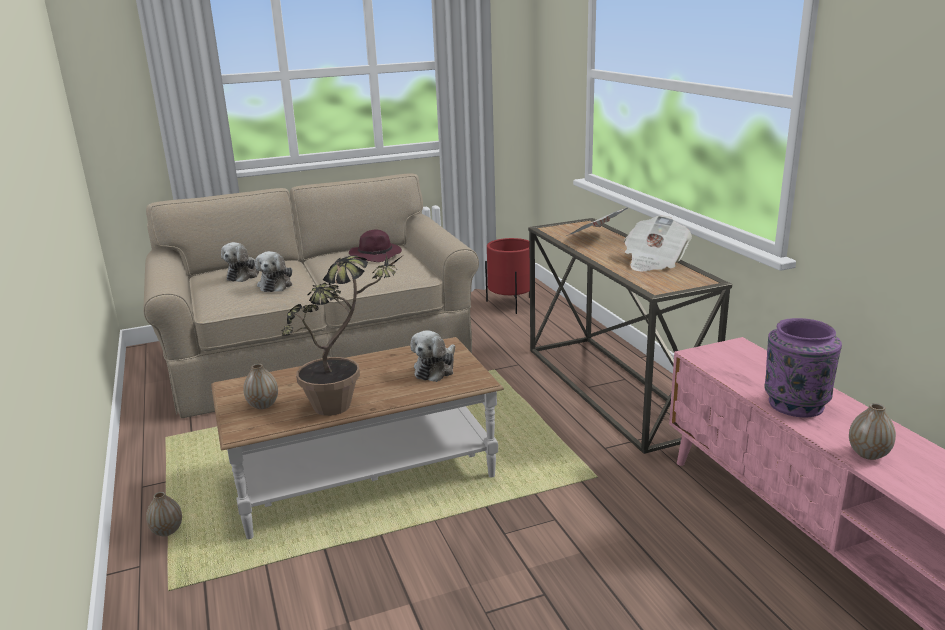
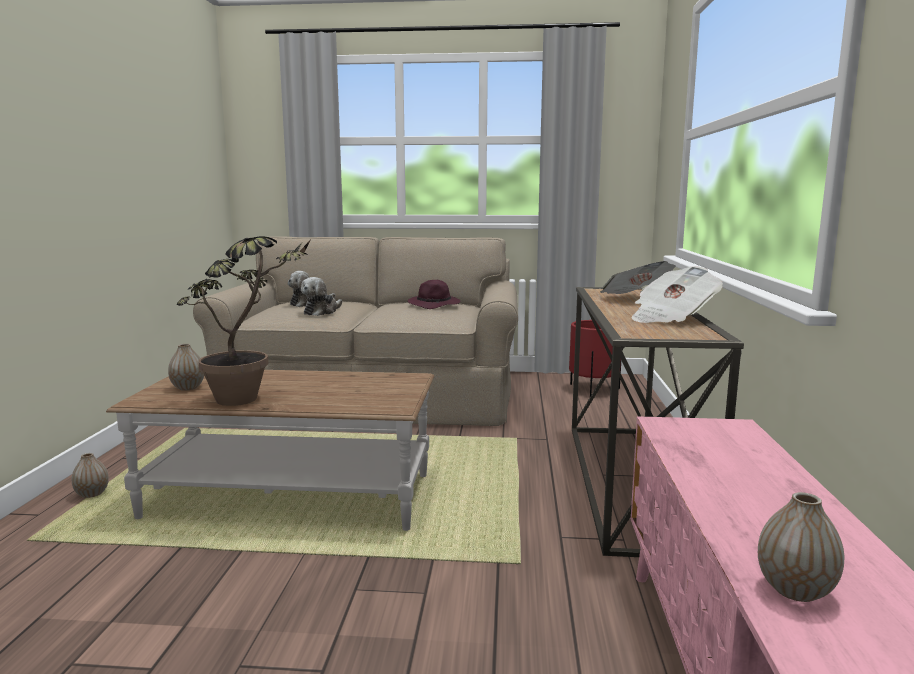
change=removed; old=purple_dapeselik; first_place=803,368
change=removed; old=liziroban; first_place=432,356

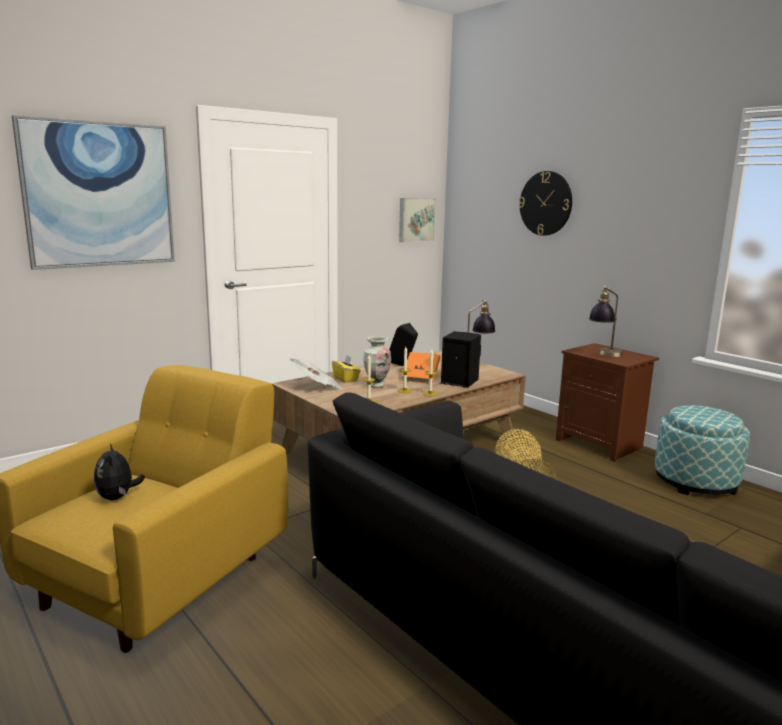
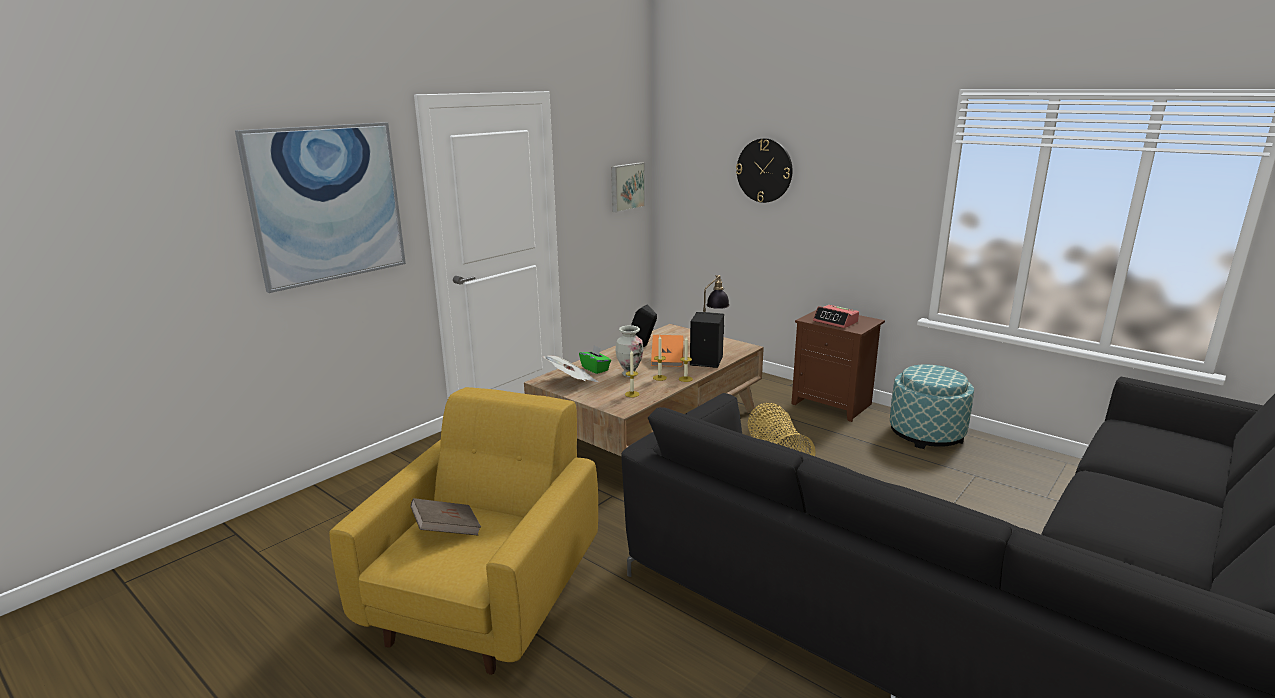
change=replaced; old=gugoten; new=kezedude; first_place=606,321; second_place=836,316
change=recoloured; old=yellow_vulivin; new=green_vulivin; first_place=346,369; second_place=595,359
change=replaced; old=liziroban; new=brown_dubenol; first_place=119,471; second_place=445,516

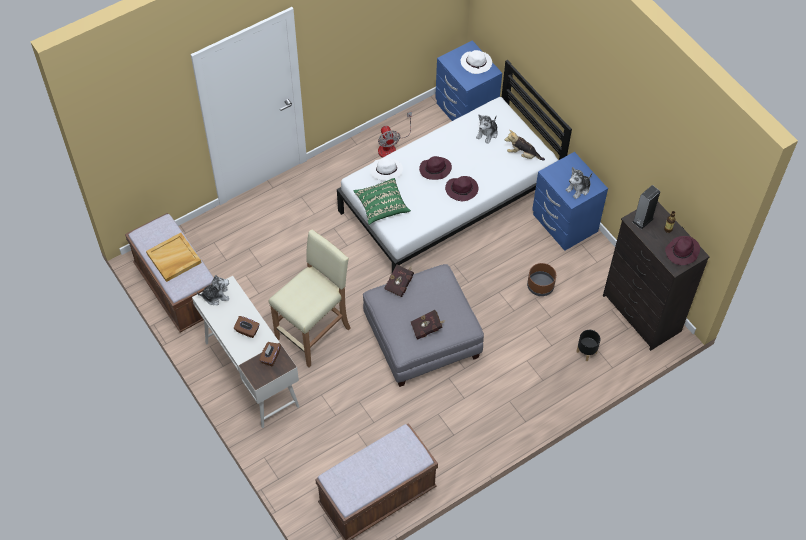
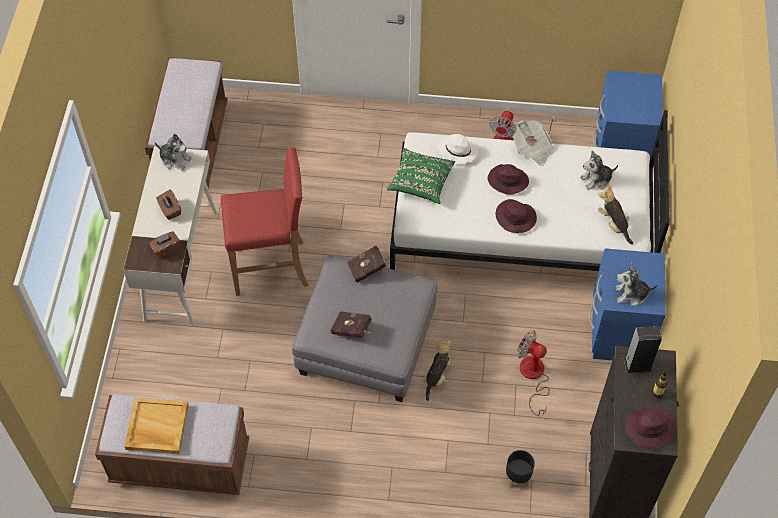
change=removed; old=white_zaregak; first_place=476,62
change=recoloured; old=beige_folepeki; new=red_folepeki; first_place=309,298; second_place=265,221
change=moved; old=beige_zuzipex; first_place=174,257; second_place=156,425
change=replaced; old=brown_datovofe; new=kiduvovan; first_place=541,279; second_place=533,373
change=added; new=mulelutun; second_place=533,143
change=added; new=liziroban; second_place=439,370

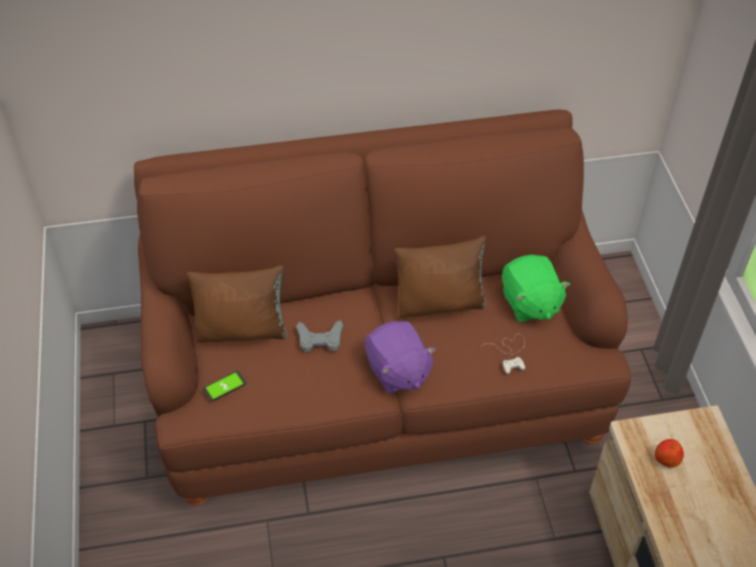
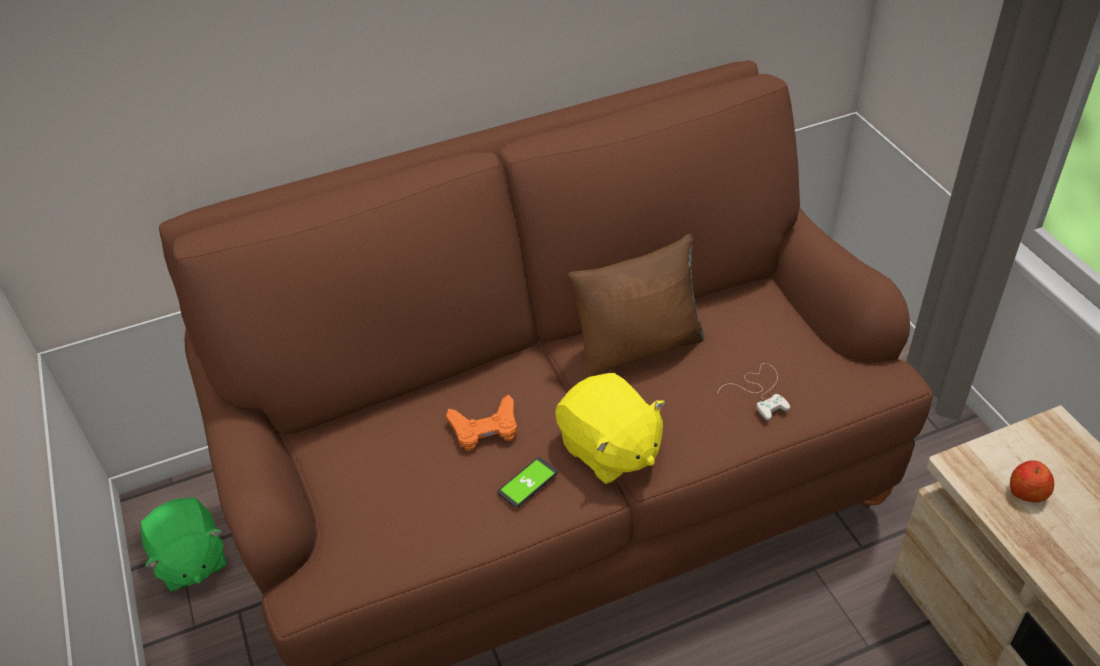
change=moved; old=green_liziroban; first_place=536,288; second_place=184,544
change=removed; old=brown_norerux; first_place=237,304
change=recoloured; old=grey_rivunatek; new=orange_rivunatek; first_place=319,336; second_place=482,423
change=recoloured; old=purple_liziroban; new=yellow_liziroban; first_place=400,357; second_place=610,428
change=moved; old=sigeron; first_place=224,386; second_place=527,482

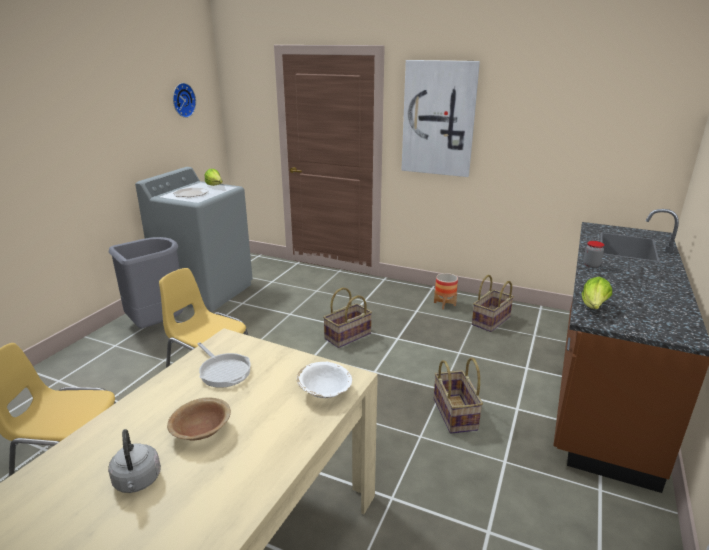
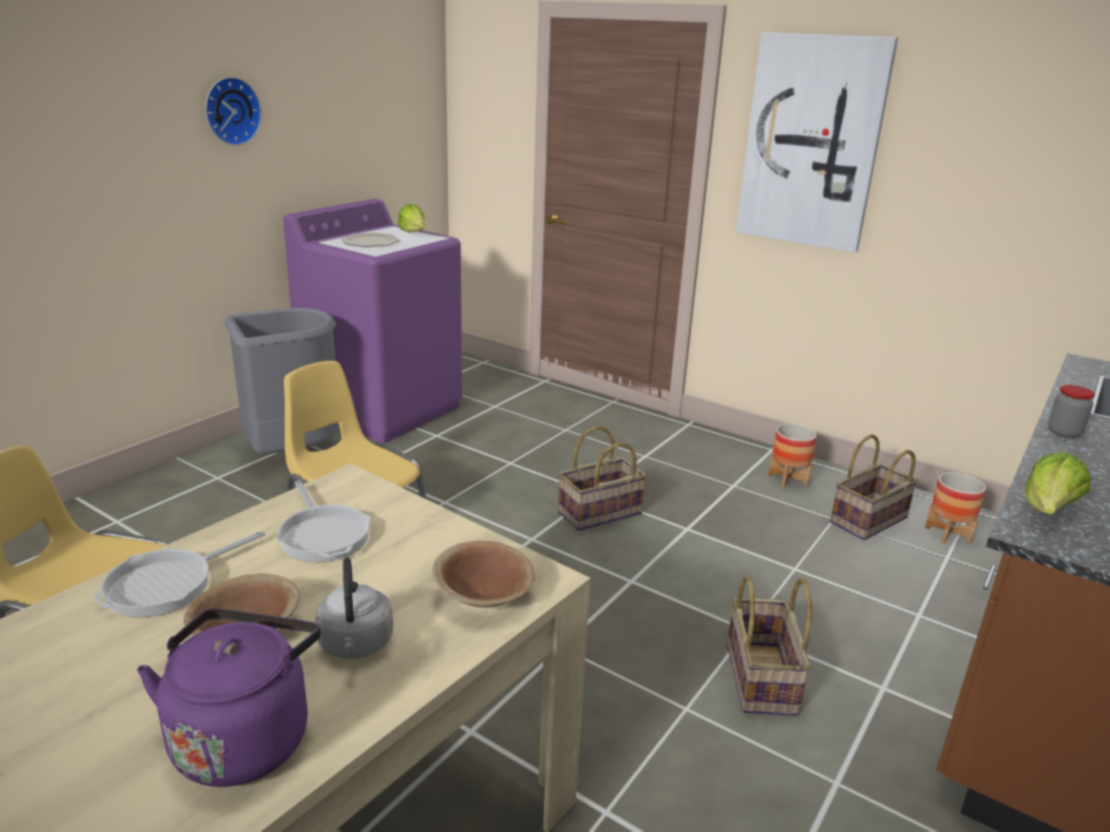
change=moved; old=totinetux; first_place=184,100; second_place=233,111
change=recoloured; old=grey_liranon; new=purple_liranon; first_place=194,239; second_place=372,321
change=recoloured; old=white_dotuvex; new=brown_dotuvex; first_place=324,380; second_place=484,574
change=moved; old=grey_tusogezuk; first_place=134,461; second_place=354,608
change=added; new=datovofe; second_place=955,508
change=added; new=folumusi; second_place=179,574
change=added; new=purple_tusogezuk; second_place=229,697

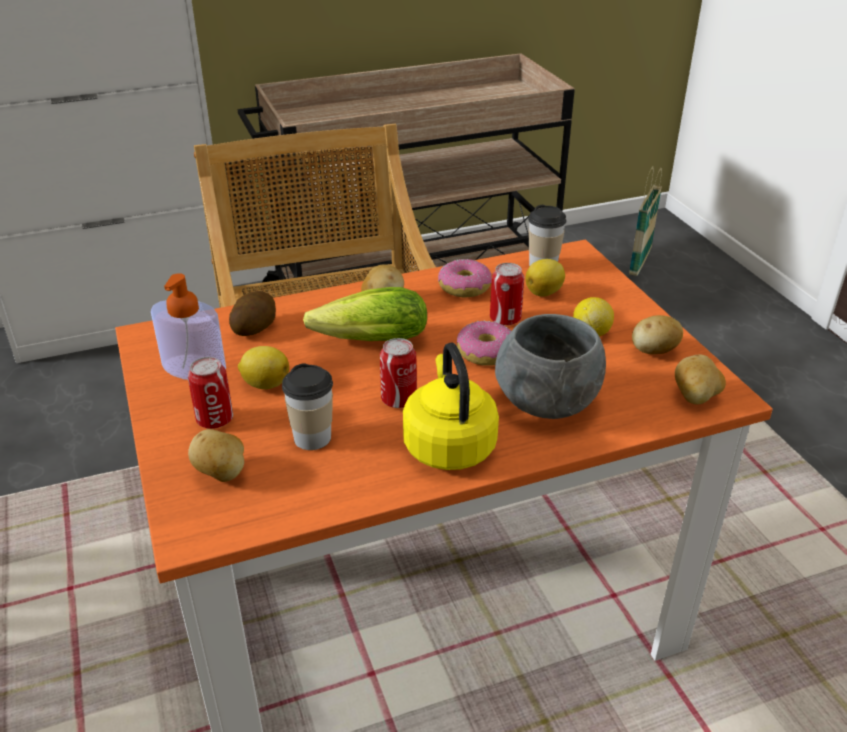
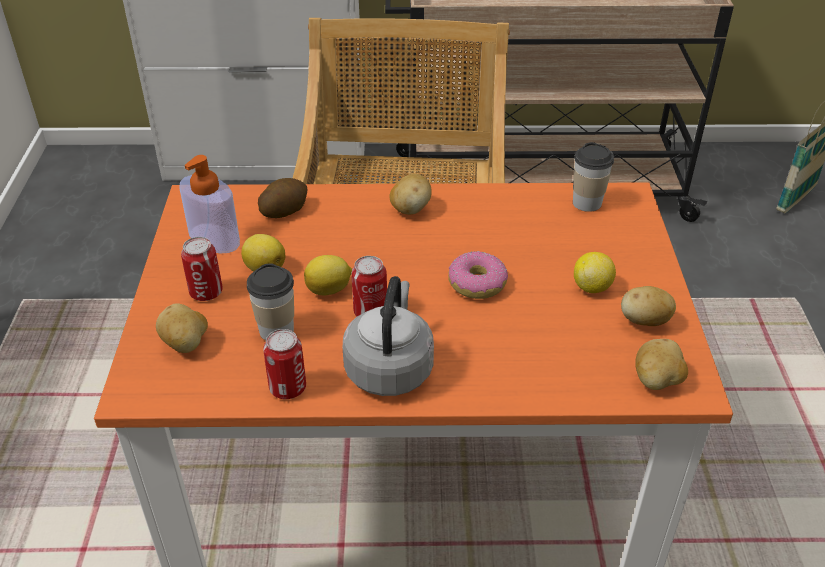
change=removed; old=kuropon; first_place=465,278
change=moved; old=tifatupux; first_place=545,278; second_place=328,275
change=moved; old=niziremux; first_place=507,294; second_place=284,364
change=removed; old=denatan; first_place=365,314
change=removed; old=grey_dotuvex; first_place=550,366
change=recoloured; old=yellow_tusogezuk; new=grey_tusogezuk; first_place=451,406; second_place=388,336

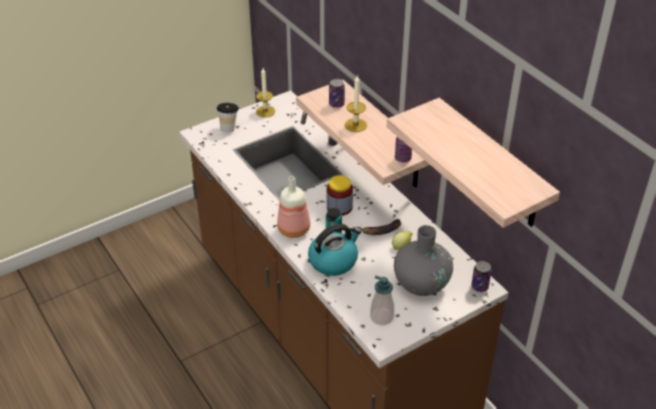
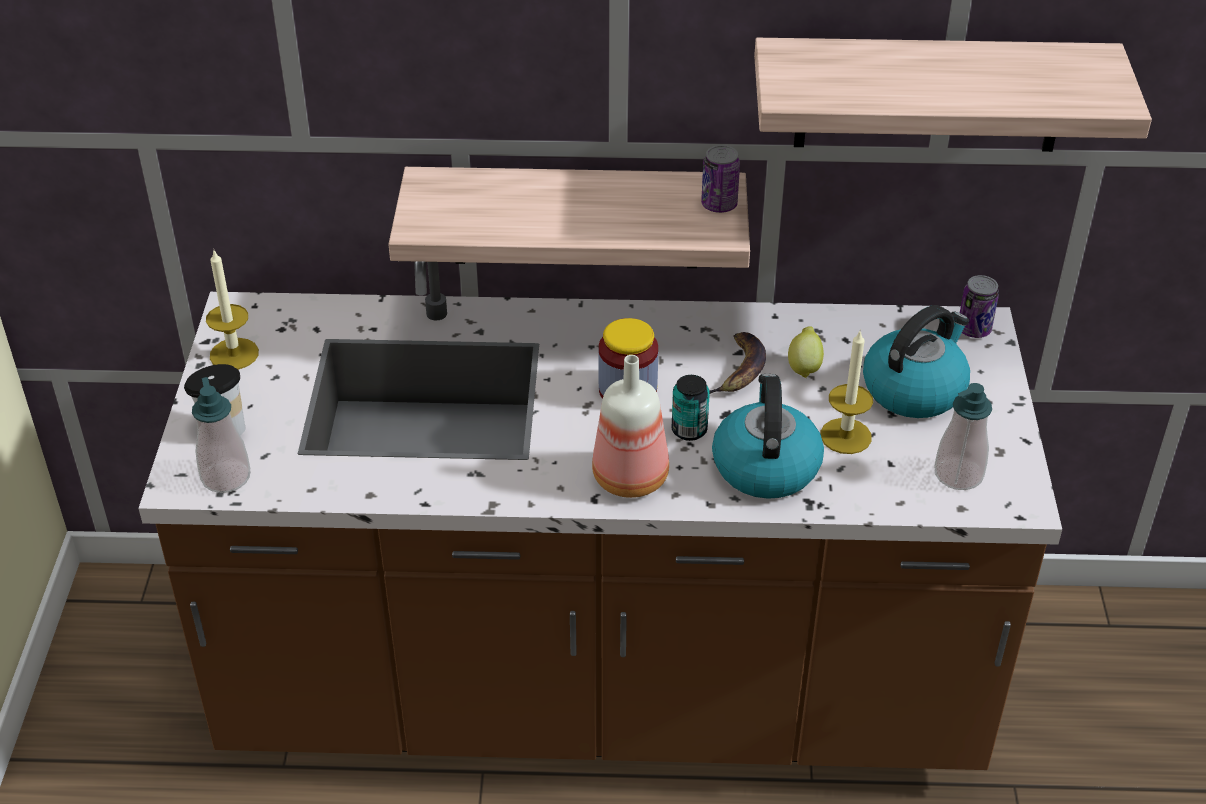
change=moved; old=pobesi; first_place=356,104; second_place=846,391
change=removed; old=niziremux; first_place=337,93
change=replaced; old=grey_dapeselik; new=tusogezuk; first_place=423,260; second_place=916,361
change=added; new=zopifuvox; second_place=221,435

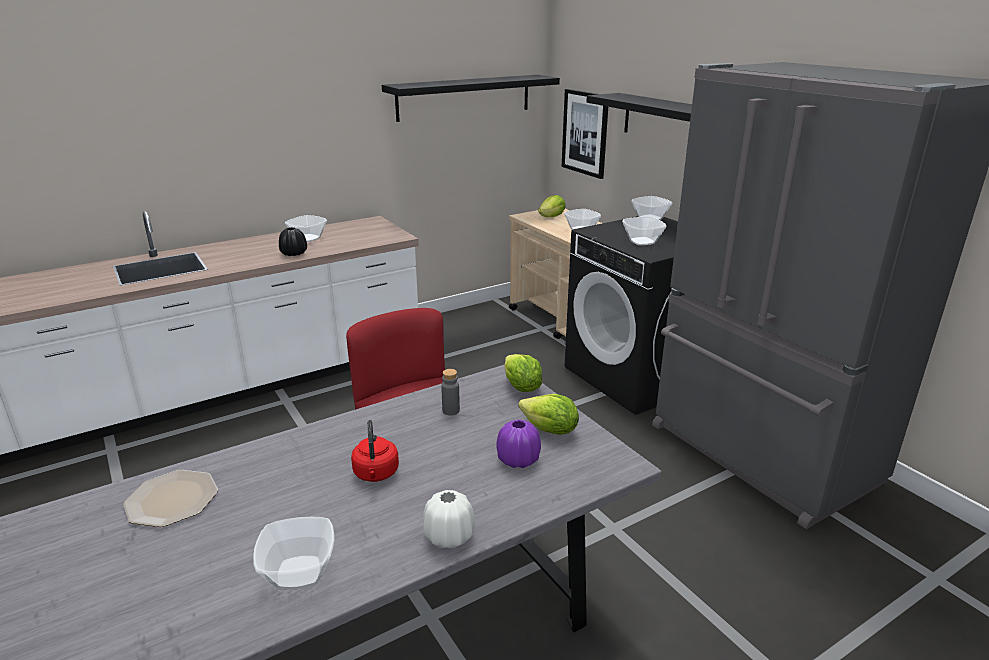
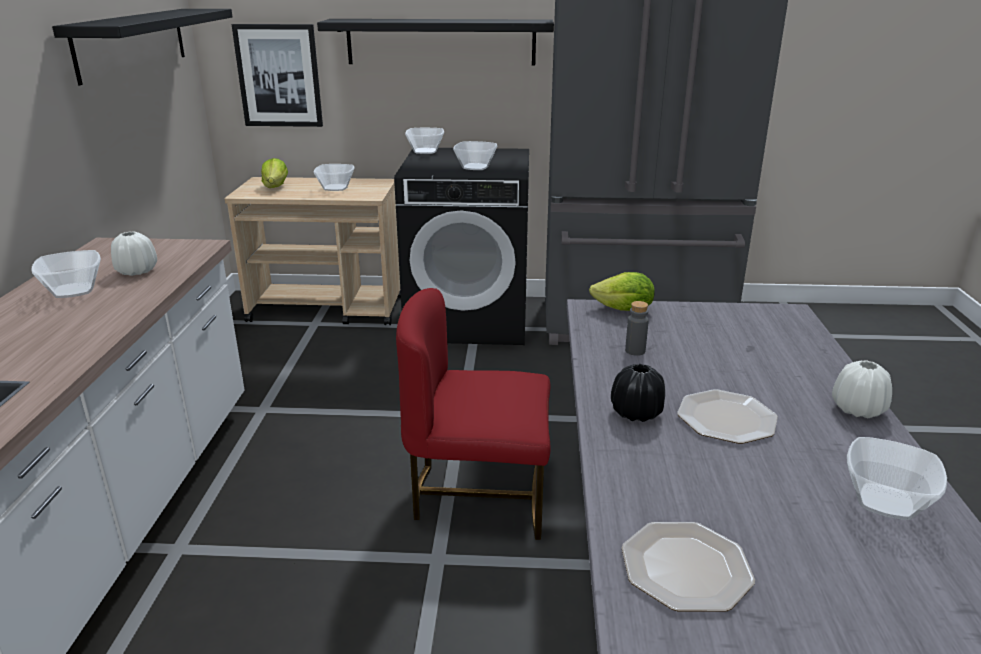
change=moved; old=black_dapeselik; first_place=293,241; second_place=638,393
change=removed; old=denatan; first_place=548,414
change=replaced; old=red_tusogezuk; new=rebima; first_place=375,451; second_place=727,416
change=removed; old=purple_dapeselik; first_place=518,444
change=added; new=white_dapeselik; second_place=134,253

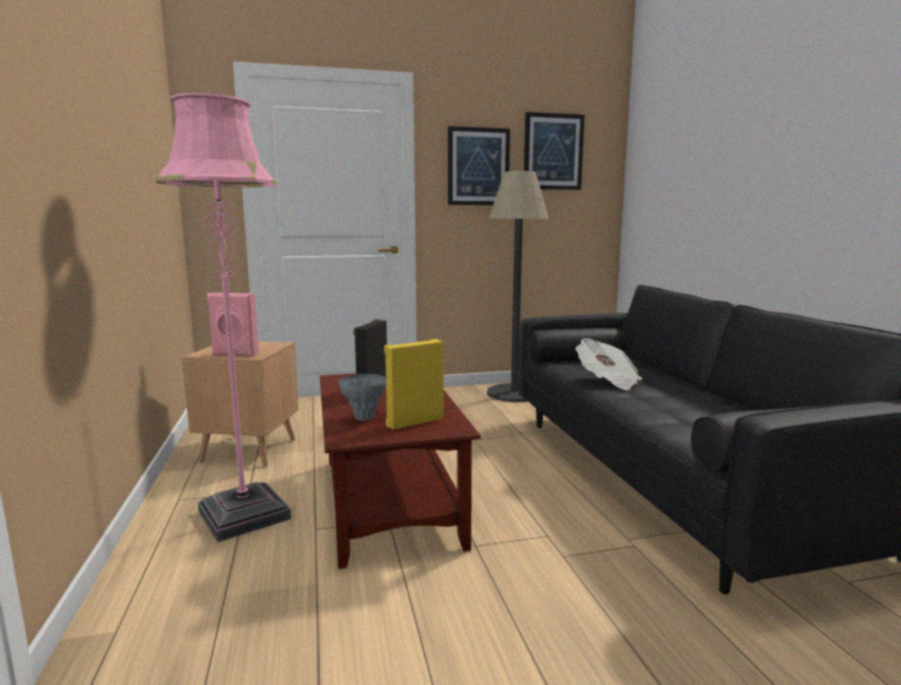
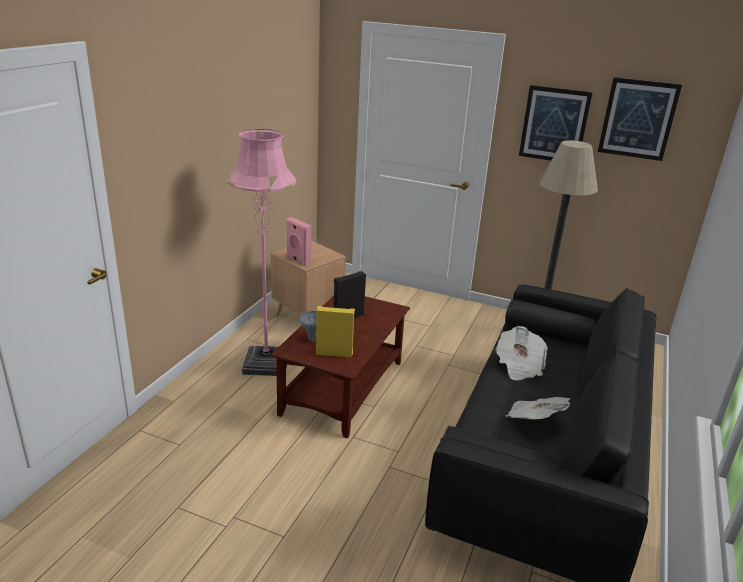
change=added; new=mulelutun; second_place=537,408

